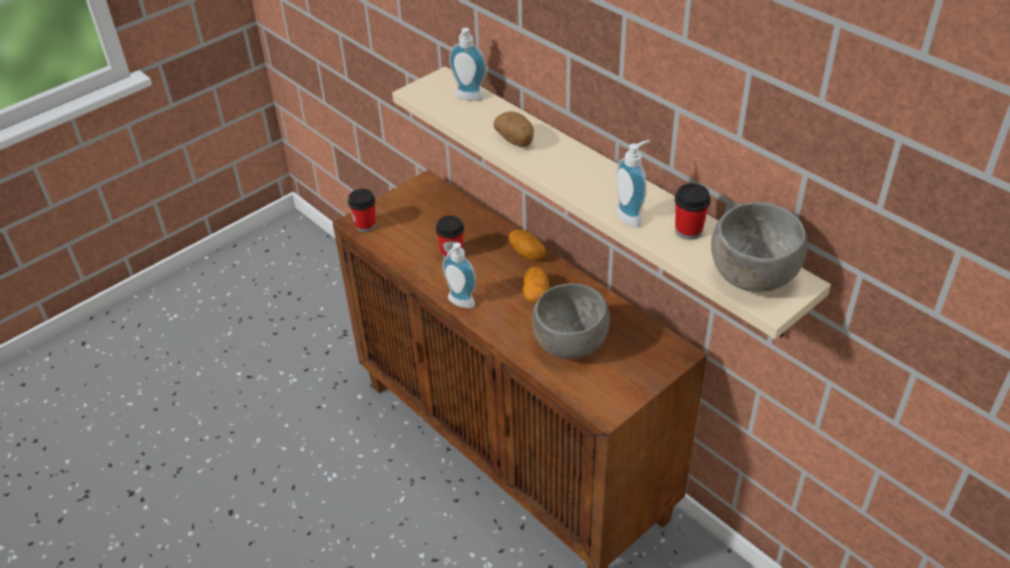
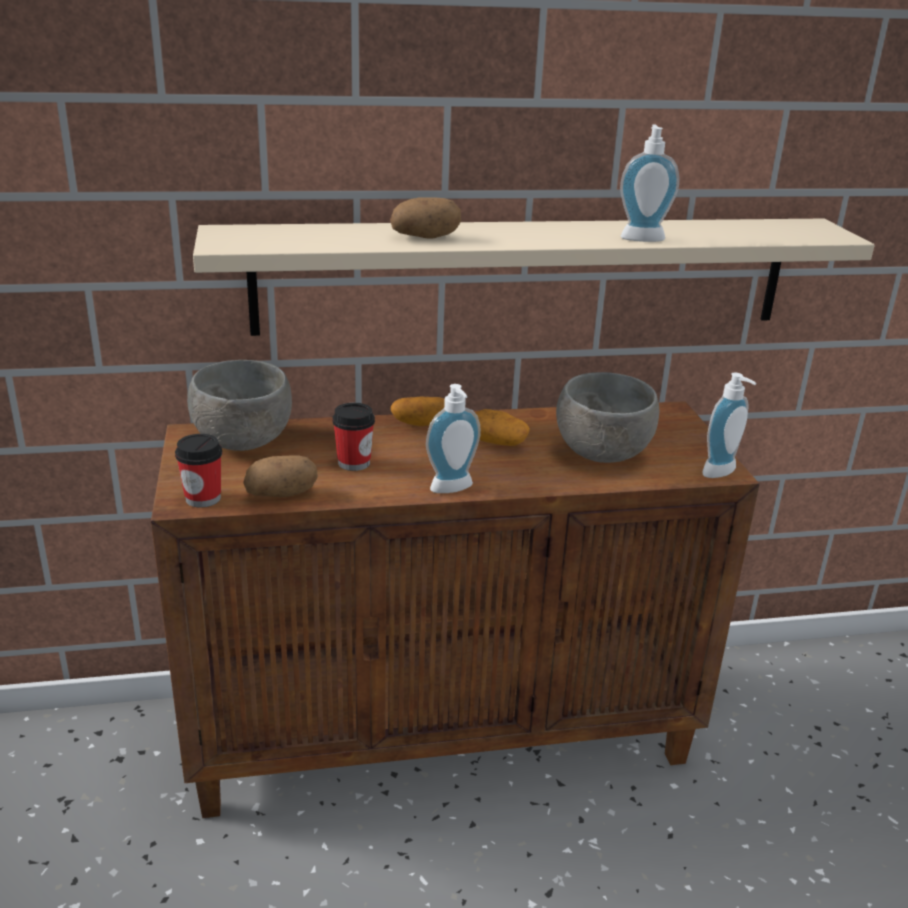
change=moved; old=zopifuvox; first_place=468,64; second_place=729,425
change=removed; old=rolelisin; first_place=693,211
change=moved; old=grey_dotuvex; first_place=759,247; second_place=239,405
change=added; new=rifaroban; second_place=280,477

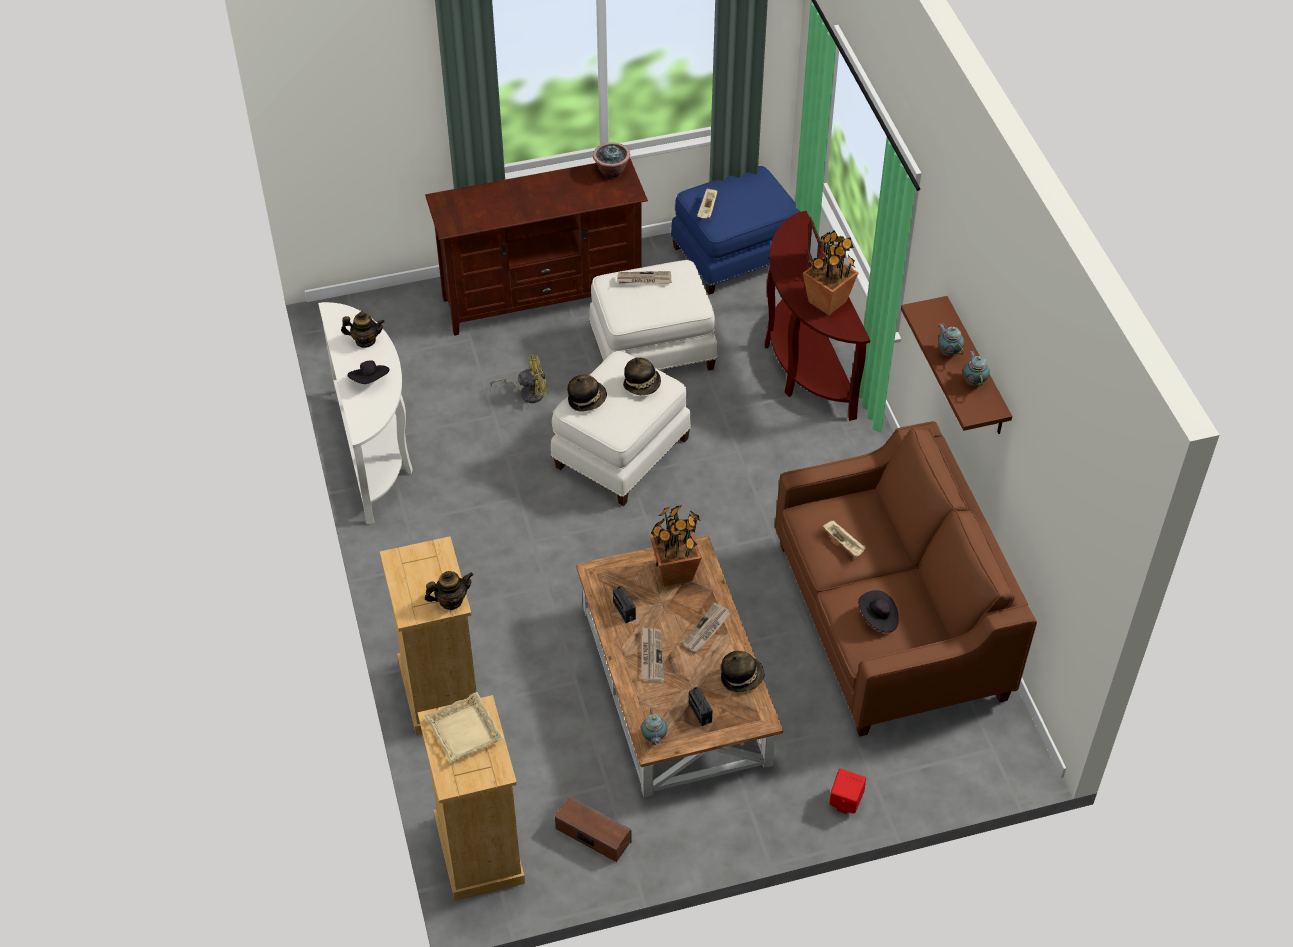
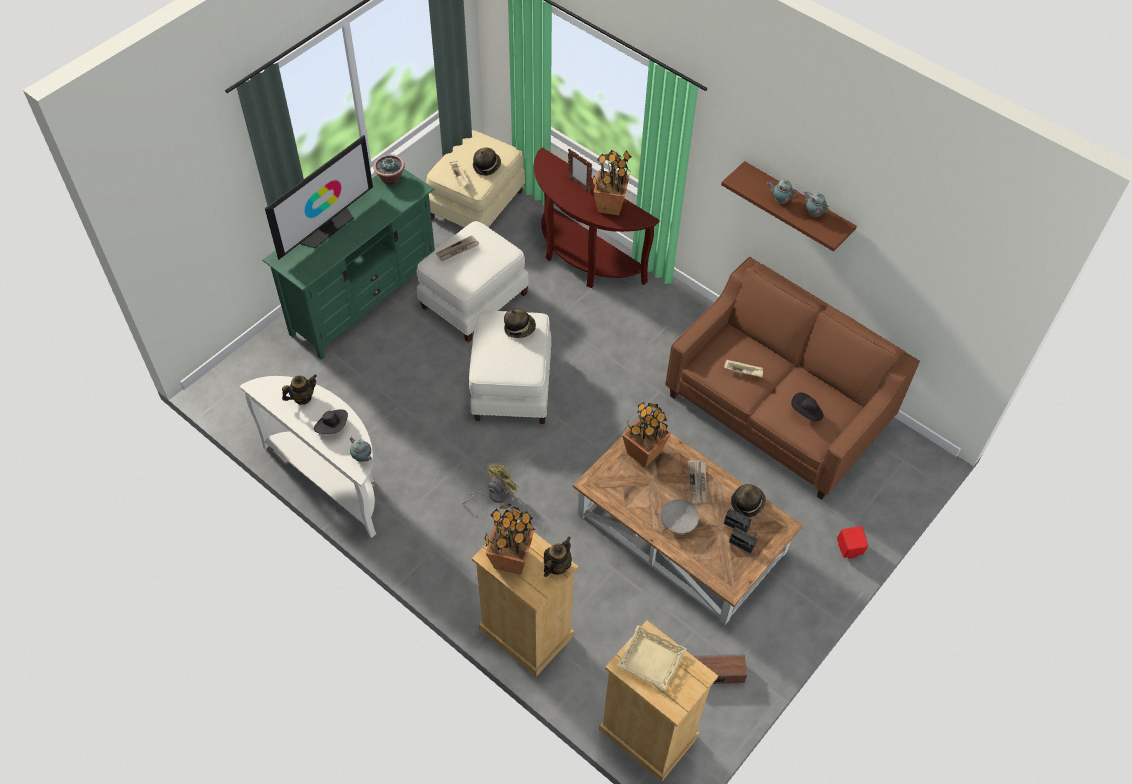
change=recoloured; old=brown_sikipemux; new=green_sikipemux; first_place=536,247; second_place=348,264
change=recoloured; old=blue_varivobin; new=beige_varivobin; first_place=735,230; second_place=475,179
change=moved; old=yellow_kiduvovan; first_place=519,378; second_place=490,483
change=moved; old=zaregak; first_place=587,393; second_place=487,161
change=moved; old=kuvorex; first_place=624,604; second_place=738,521
change=replaced; old=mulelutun; new=grey_dotuvex; first_place=652,655; second_place=680,516
change=moved; old=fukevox; first_place=654,726; second_place=361,449
change=added; new=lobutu; second_place=319,197
change=added; new=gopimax; second_place=510,539

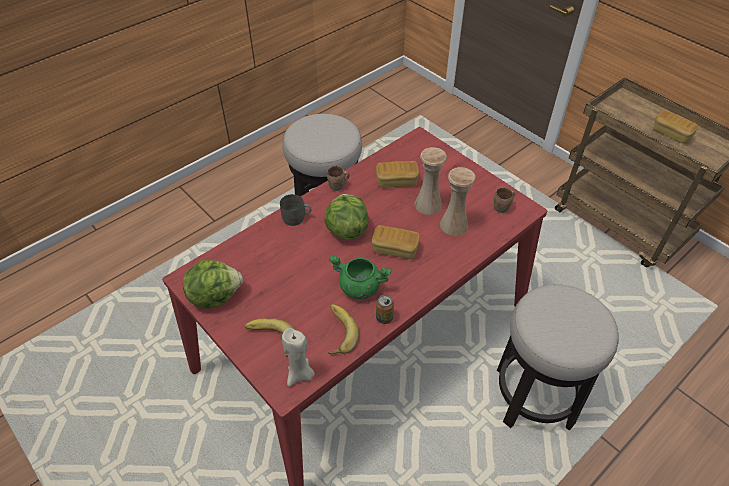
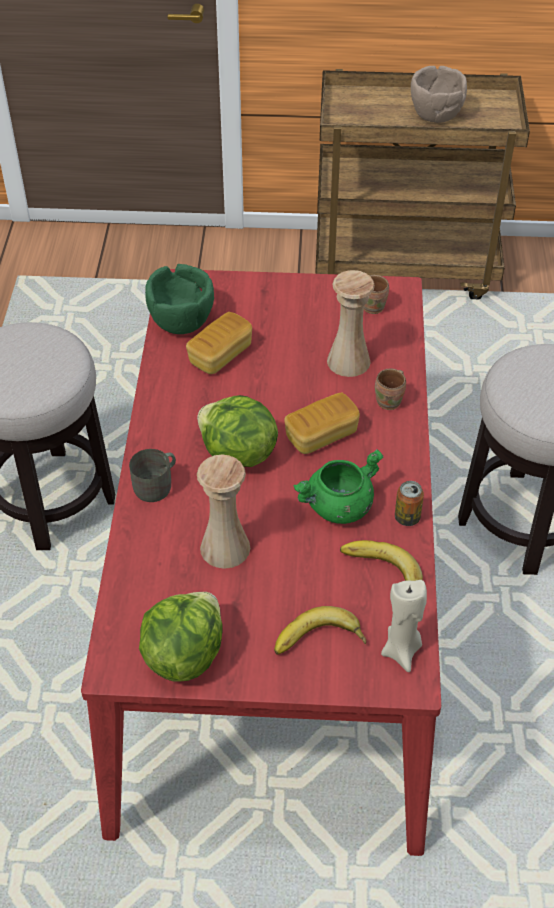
change=replaced; old=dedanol; new=brown_dotuvex; first_place=675,126; second_place=439,94
change=moved; old=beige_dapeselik; first_place=430,181; second_place=223,512
change=moved; old=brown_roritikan; first_place=338,178; second_place=390,389
change=added; new=green_dotuvex; second_place=179,299

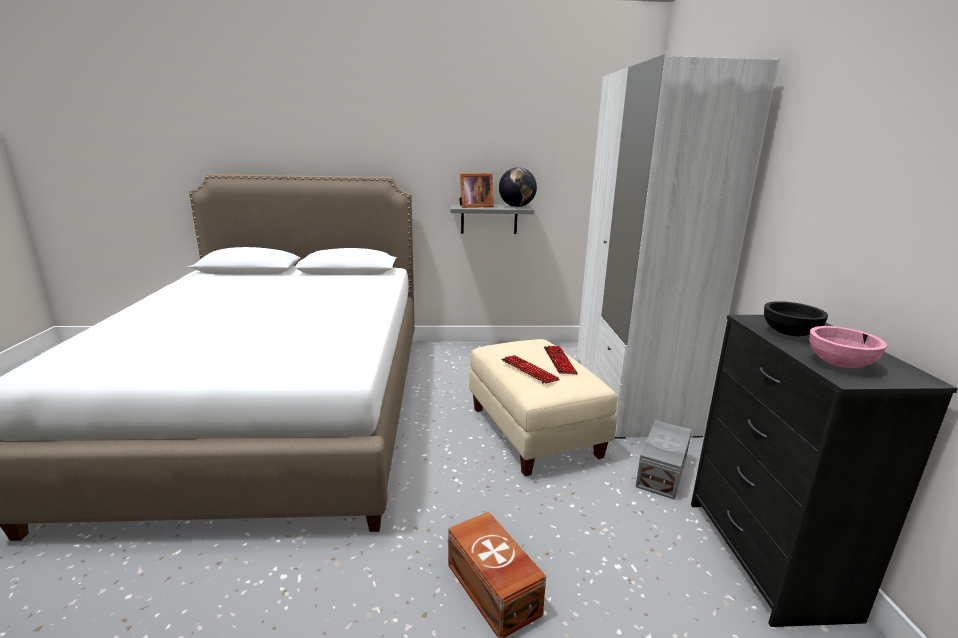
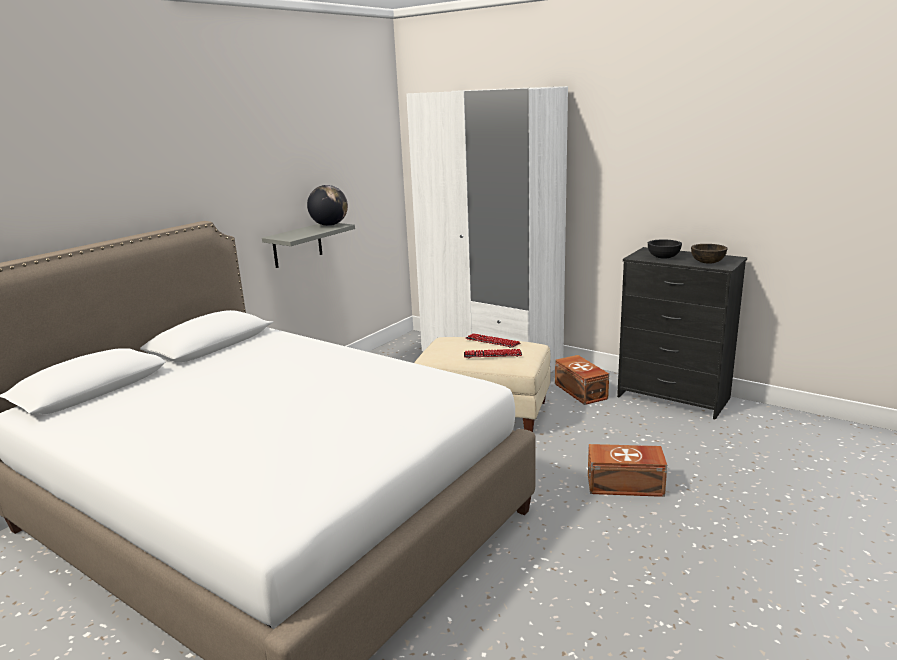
change=removed; old=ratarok; first_place=476,191
change=recoloured; old=pink_dotuvex; new=brown_dotuvex; first_place=848,347; second_place=709,254
change=recoloured; old=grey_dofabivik; new=brown_dofabivik; first_place=664,460; second_place=582,380

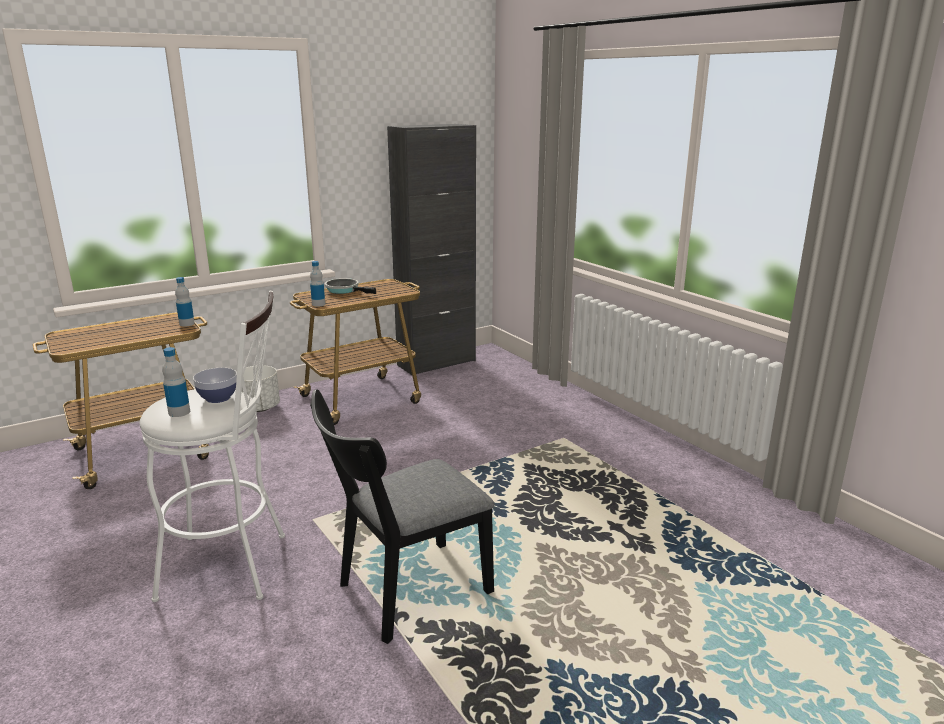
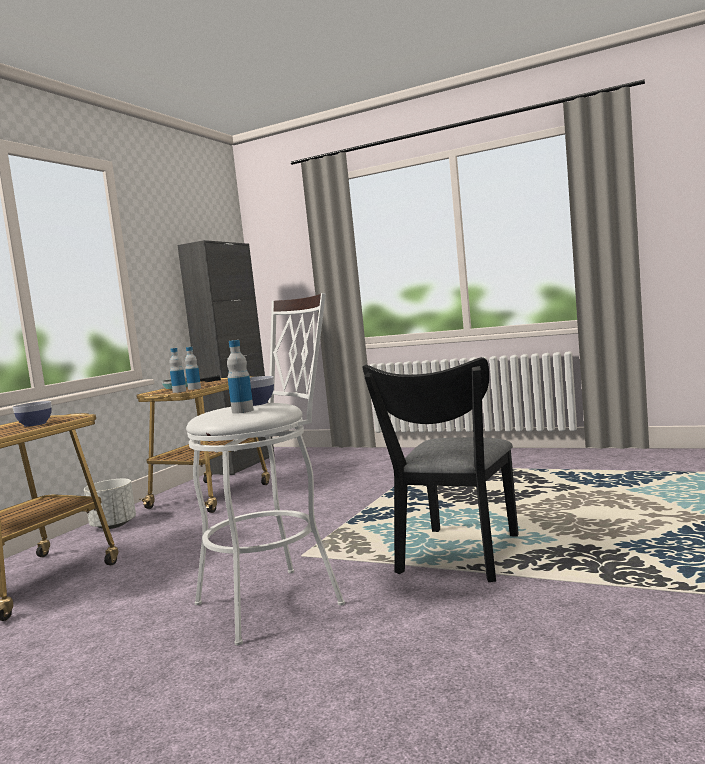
change=moved; old=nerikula; first_place=185,302; second_place=193,368
change=added; new=dotuvex; second_place=32,414

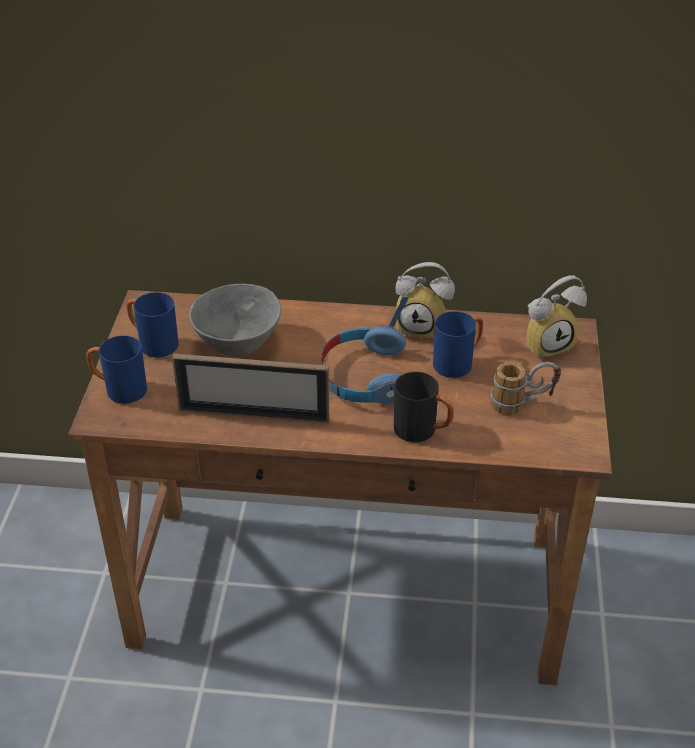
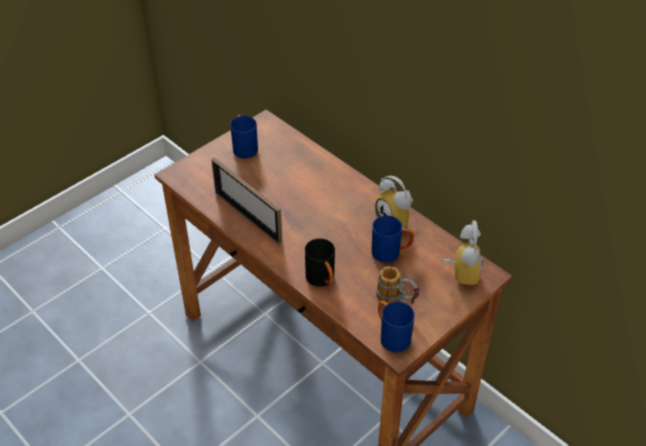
change=turned; old=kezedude; first_place=556,317; second_place=462,252; degrees=-105
change=removed; old=grey_dotuvex; first_place=235,320
change=removed; old=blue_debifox; first_place=365,349
change=moved; old=blue_roritikan; first_place=116,370; second_place=396,327

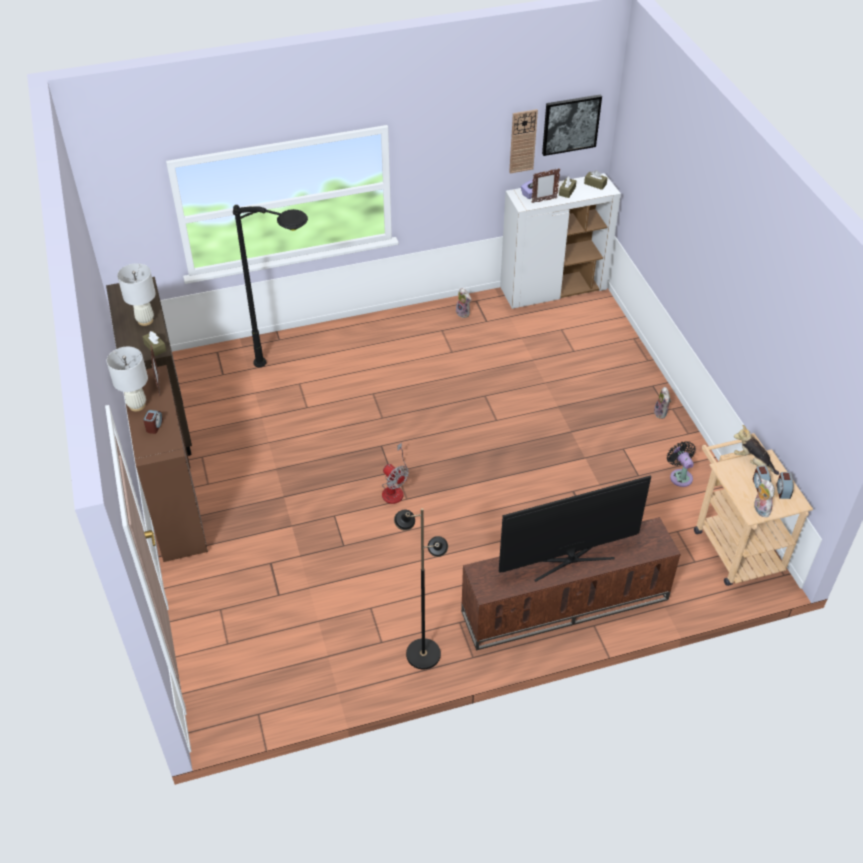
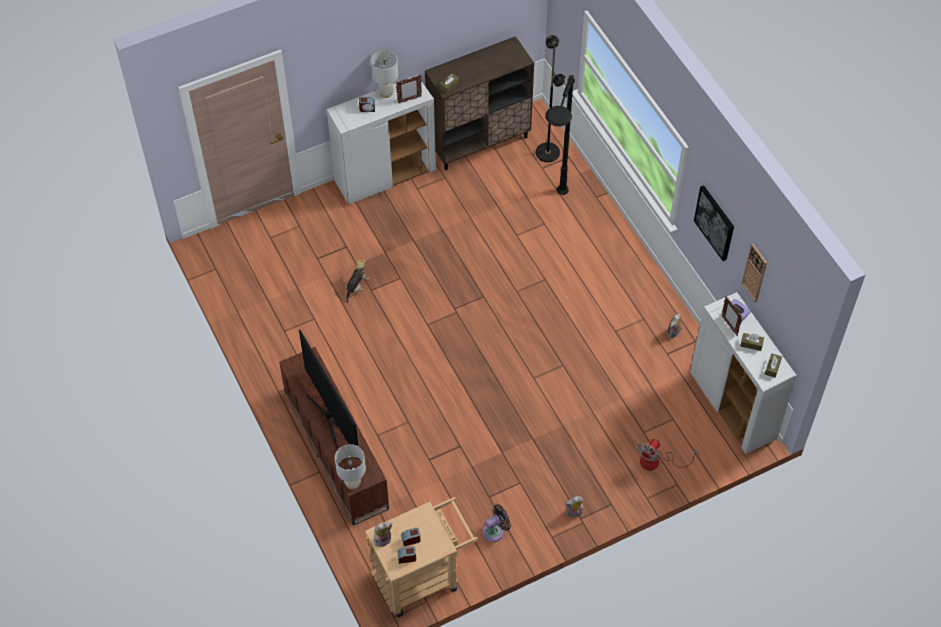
change=moved; old=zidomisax; first_place=572,125; second_place=714,223
change=moved; old=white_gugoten; first_place=136,294; second_place=350,467
change=recoloured; old=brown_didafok; new=white_didafok; first_place=166,463; second_place=381,140
change=moved; old=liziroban; first_place=756,450; second_place=358,281
change=moved; old=kiduvovan; first_place=395,473; second_place=668,454
change=moved; old=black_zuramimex; first_place=421,588; second_place=551,98

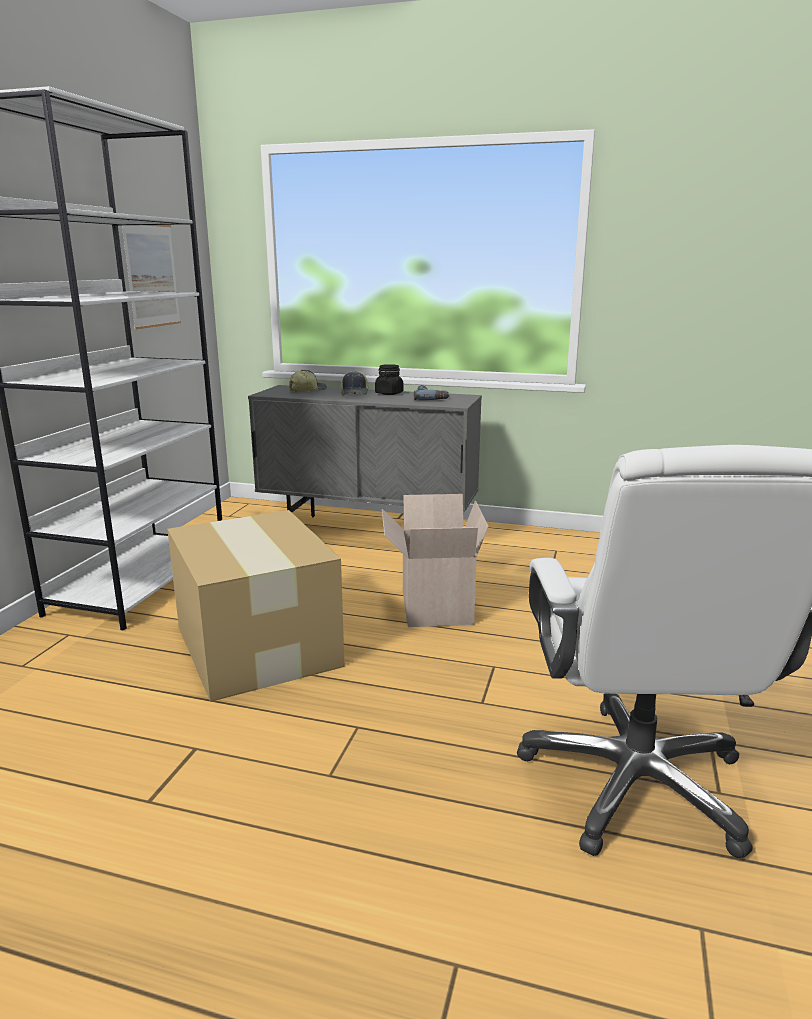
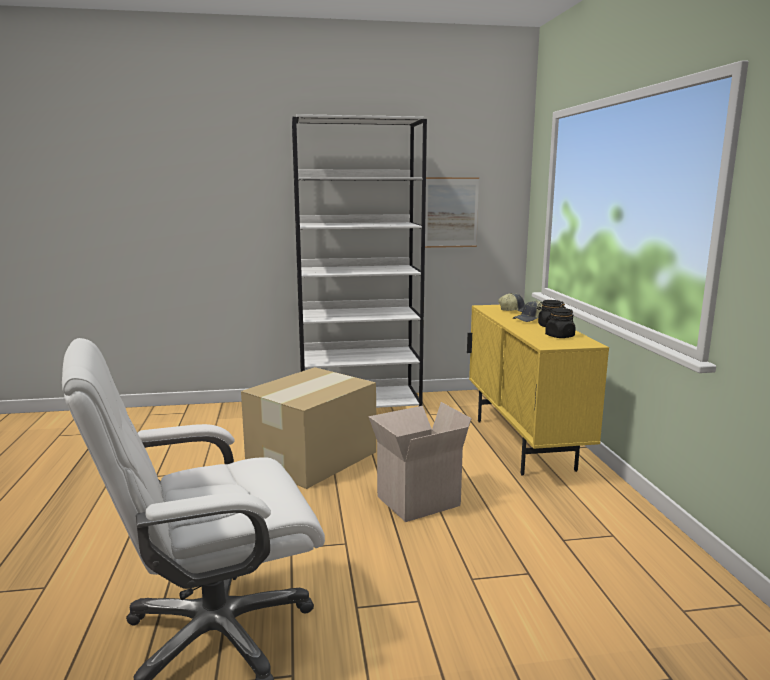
change=recoloured; old=grey_didafok; new=yellow_didafok; first_place=365,451; second_place=538,390
change=replaced; old=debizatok; new=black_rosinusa; first_place=432,392; second_place=560,323

